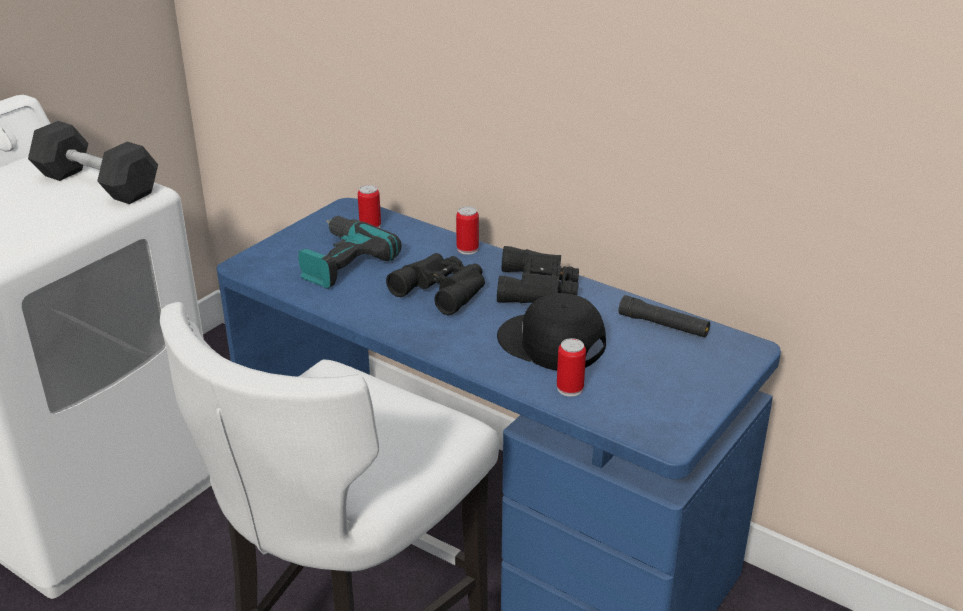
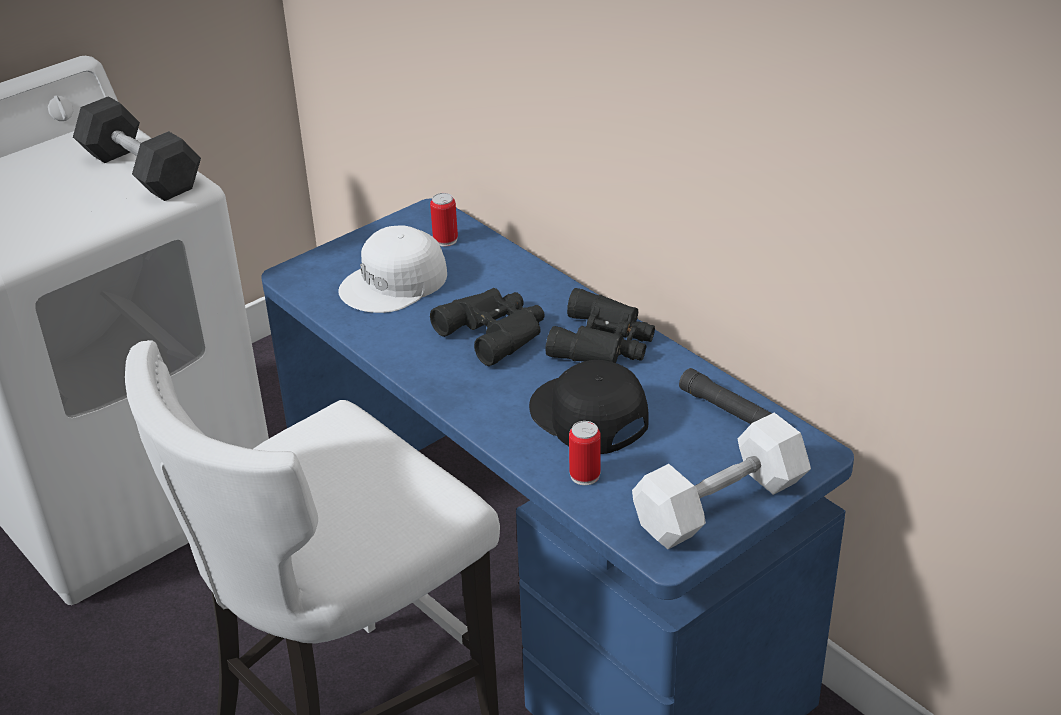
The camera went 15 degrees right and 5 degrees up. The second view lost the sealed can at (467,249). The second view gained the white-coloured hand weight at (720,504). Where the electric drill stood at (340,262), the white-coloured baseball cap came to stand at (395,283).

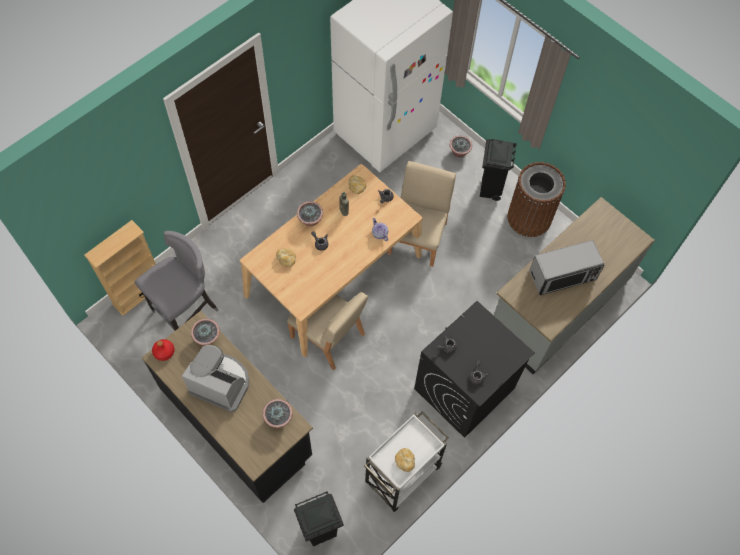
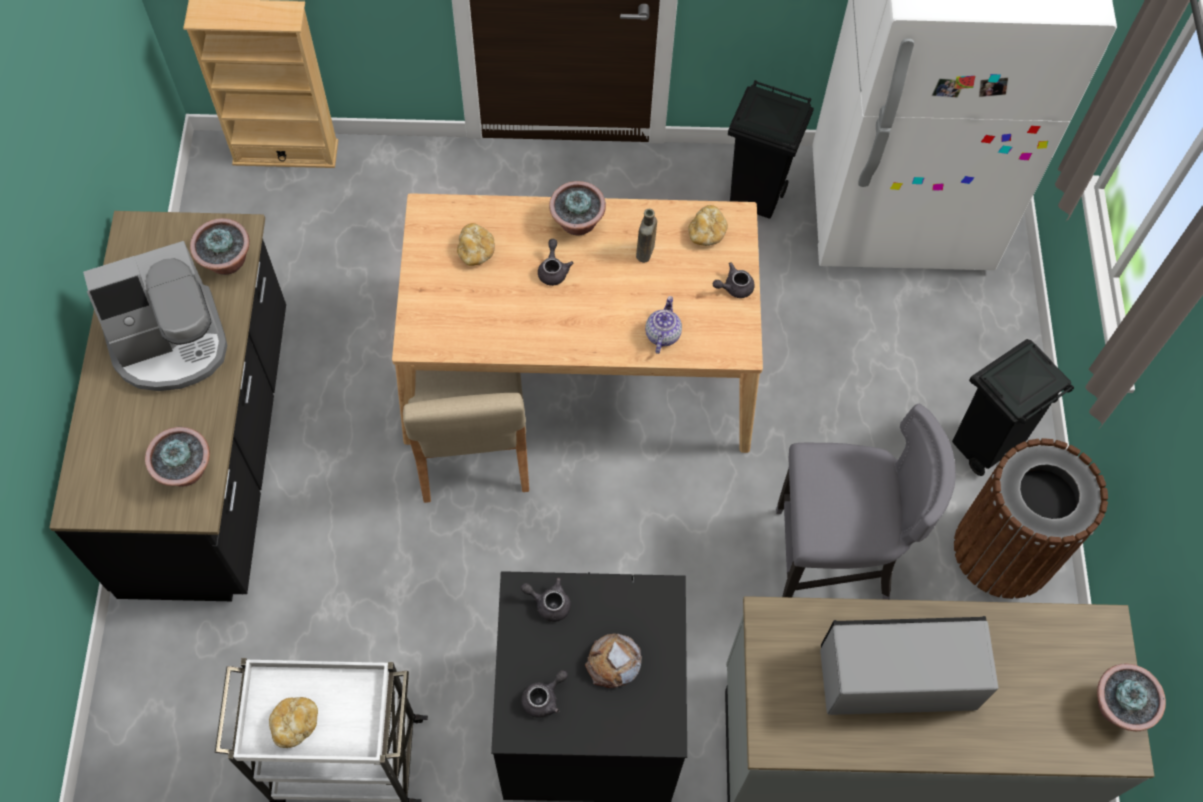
The camera went 45 degrees right and 0 degrees up. The second view lost the reddish beverage bottle at (164,352). The second view lost the sand-coloured chair at (418,237). The second view gained the bread at (613,662). The greyish stool seat ended up elsewhere, having gone from (187,313) to (831,561). The blackish rubbish bin ended up elsewhere, having gone from (321,530) to (757,197). The plant in a pot ended up elsewhere, having gone from (459,152) to (1117,707). The coffee machine at (221,383) ended up facing another way, 90 degrees clockwise from before. The microwave oven at (562,275) ended up facing another way, 150 degrees clockwise from before.

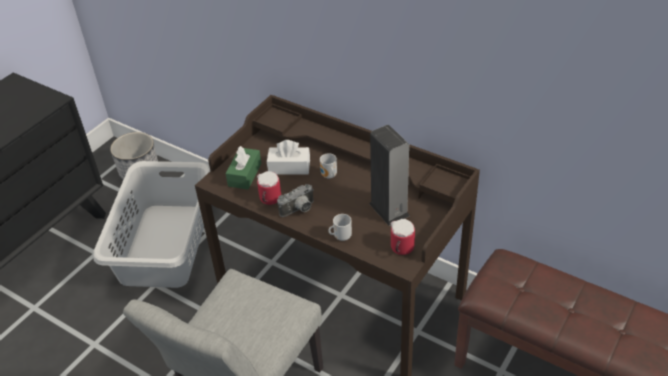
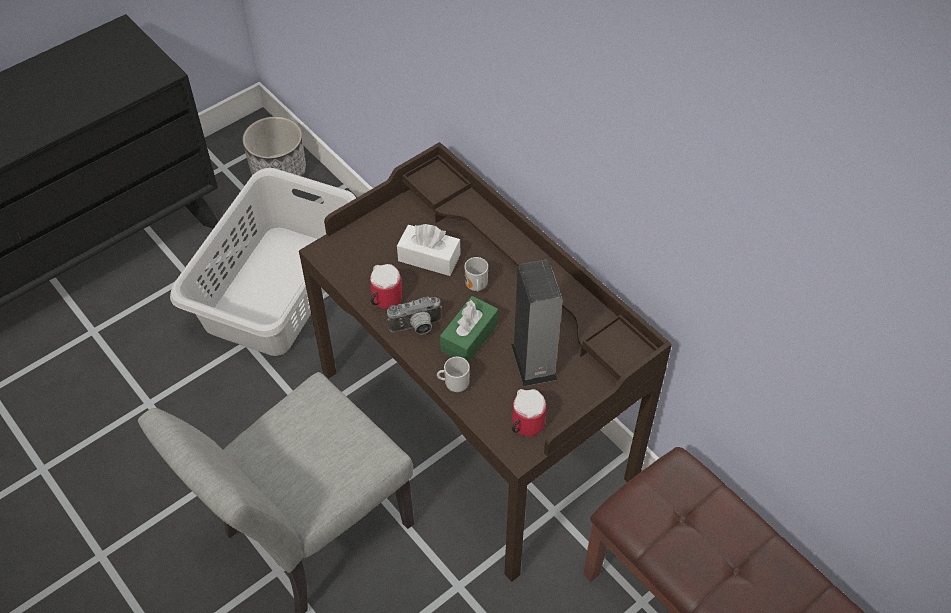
The camera went 15 degrees right and 10 degrees up. The greenish tissue box ended up elsewhere, having gone from (245,174) to (469,337).

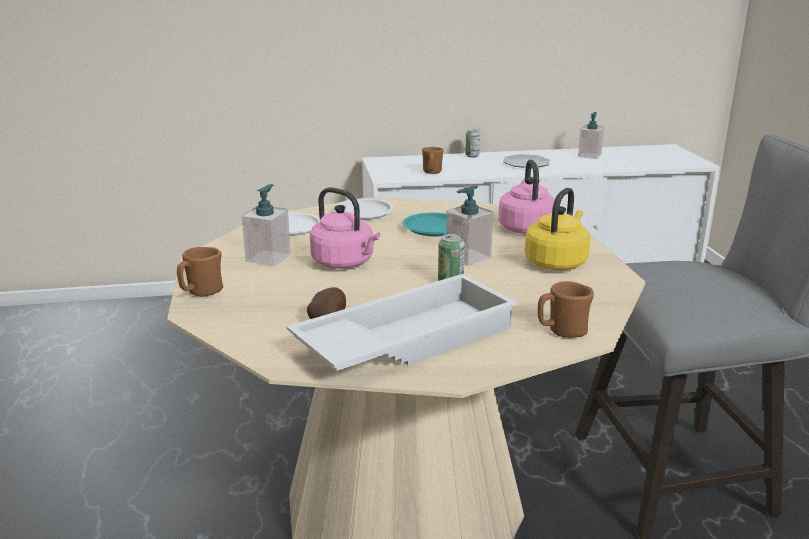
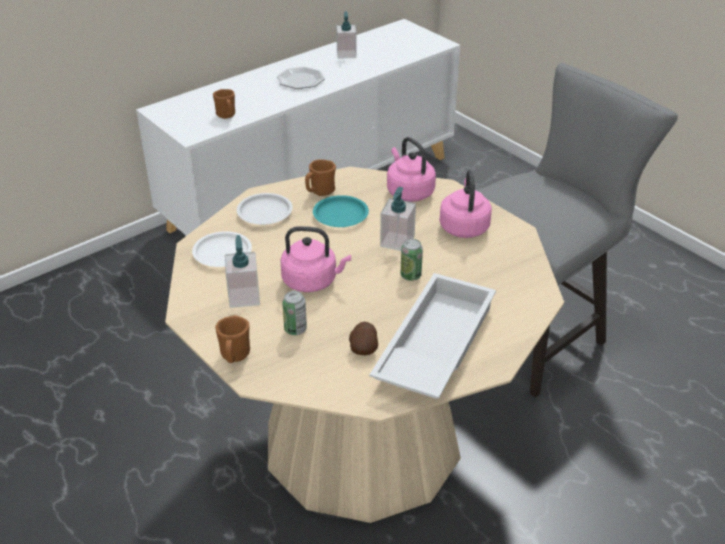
The camera went 30 degrees left and 15 degrees up. The sealed can ended up elsewhere, having gone from (472,156) to (295,329). The brown-coloured mug ended up elsewhere, having gone from (562,332) to (320,192). What was the yellowish kettle at (557,262) turned into the pinkish kettle at (464,226).

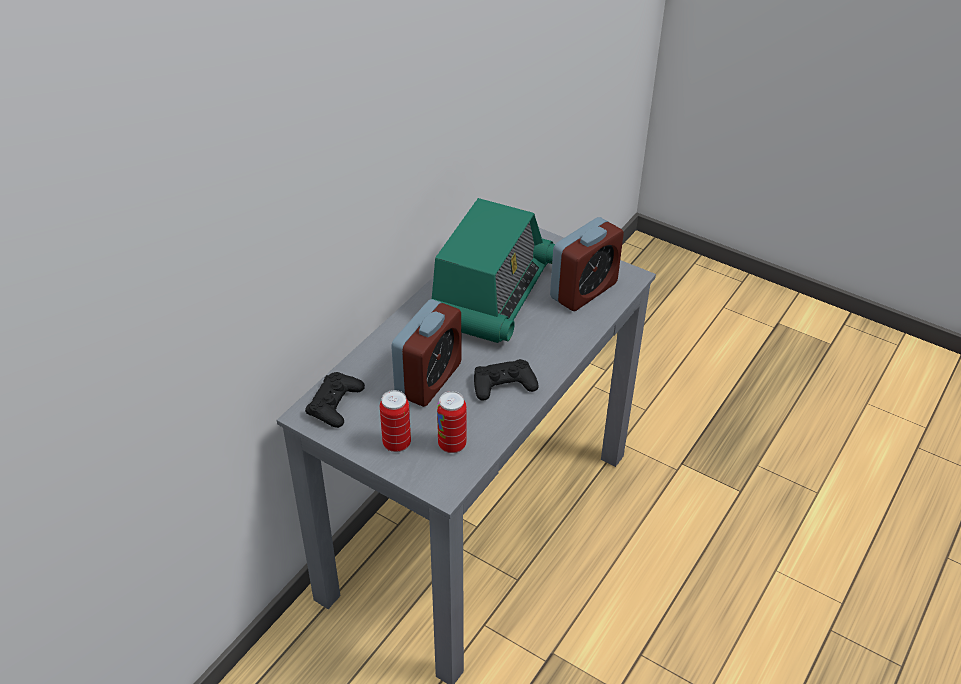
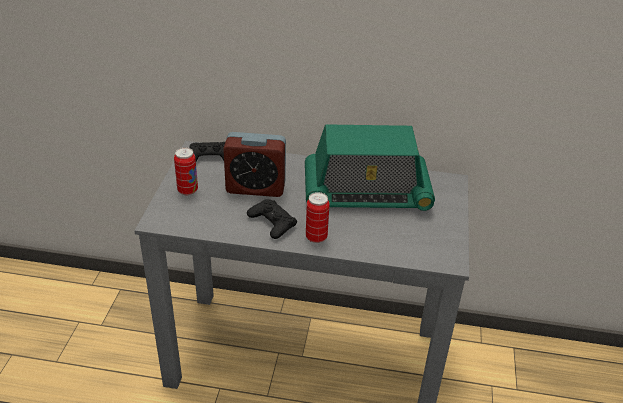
The camera went 65 degrees right and 5 degrees down. The second view lost the bedside clock at (583,290). The sealed can ended up elsewhere, having gone from (452,444) to (316,237).

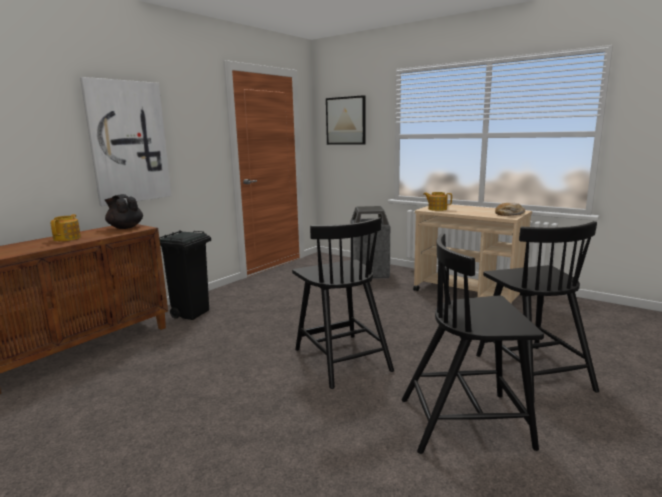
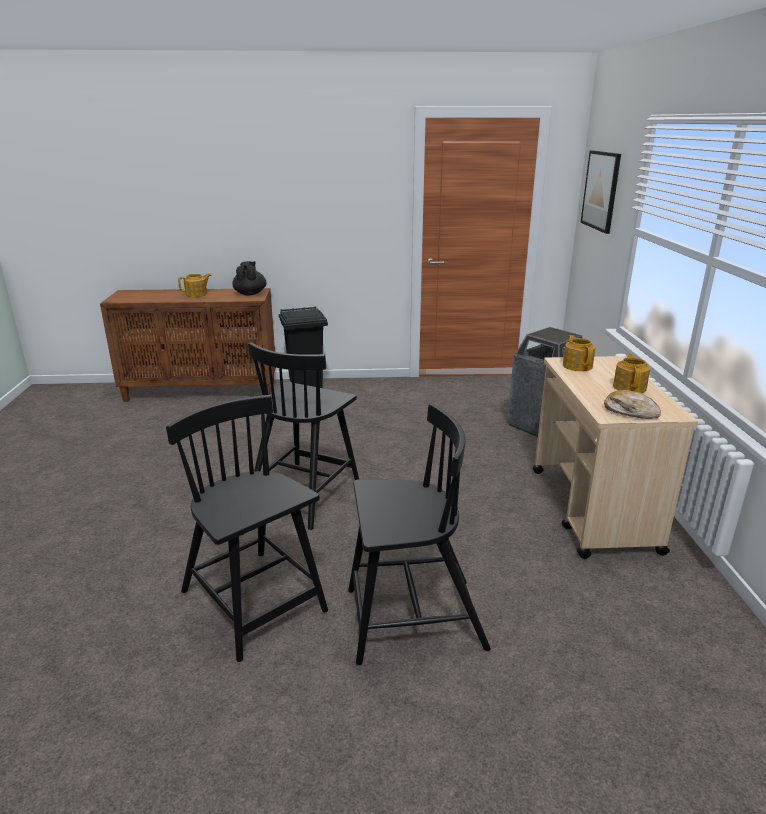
The camera went 50 degrees right and 10 degrees up. The second view lost the wall picture at (128,142). The second view gained the pot for tea at (629,387). The blackish chair at (531,371) ended up facing another way, 135 degrees counterclockwise from before.

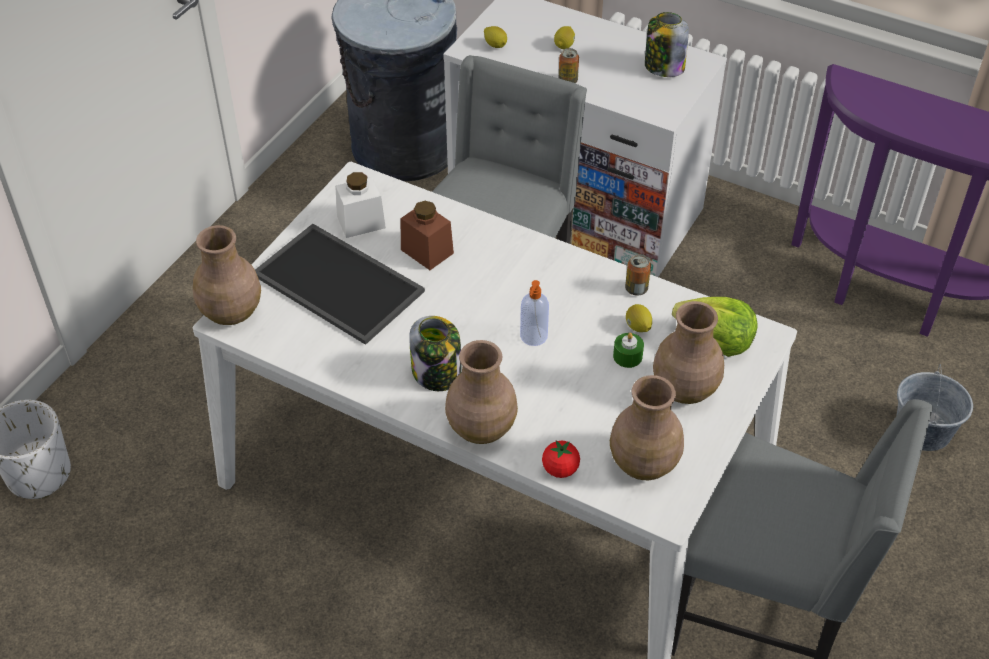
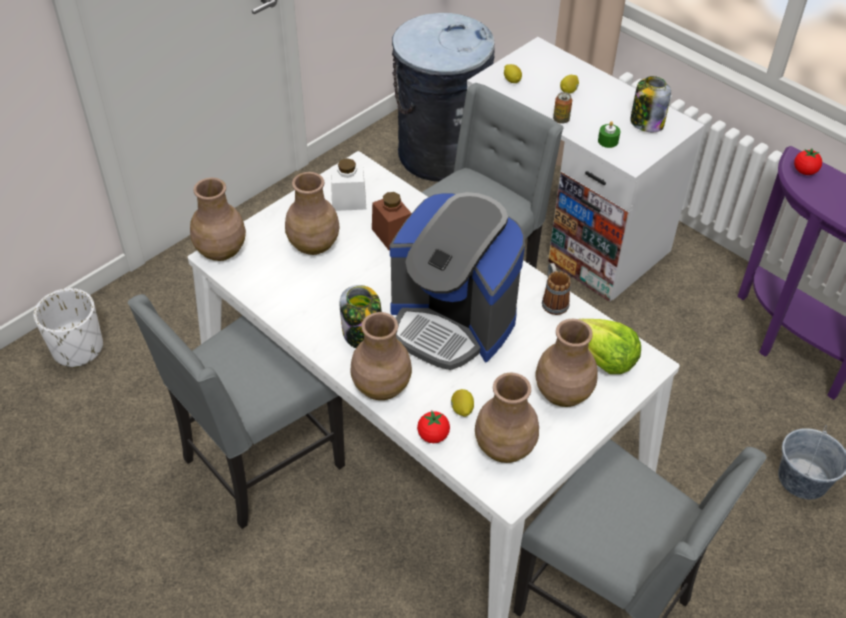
The camera went 15 degrees right and 0 degrees up. The second view gained the greyish chair at (259,463). The second view gained the tomato at (804,171). The greenish wax candle ended up elsewhere, having gone from (627,356) to (608,141). The whole lemon ended up elsewhere, having gone from (638,327) to (462,410). Where the carrying tray stood at (341,282), the brown-coloured vase came to stand at (314,245). Where the soap dispenser stood at (533,337), the coffee machine came to stand at (452,322). Where the sealed can stood at (636,289), the mug came to stand at (553,301).

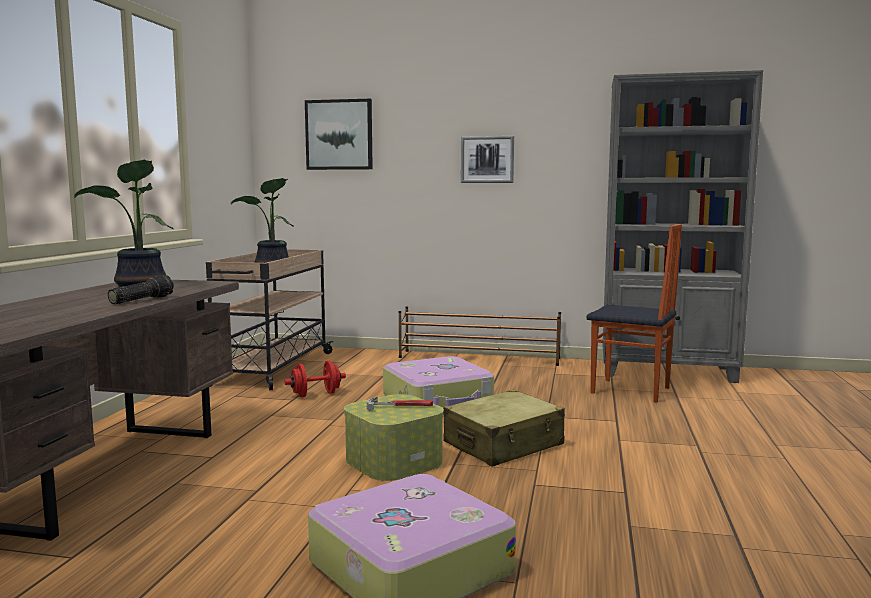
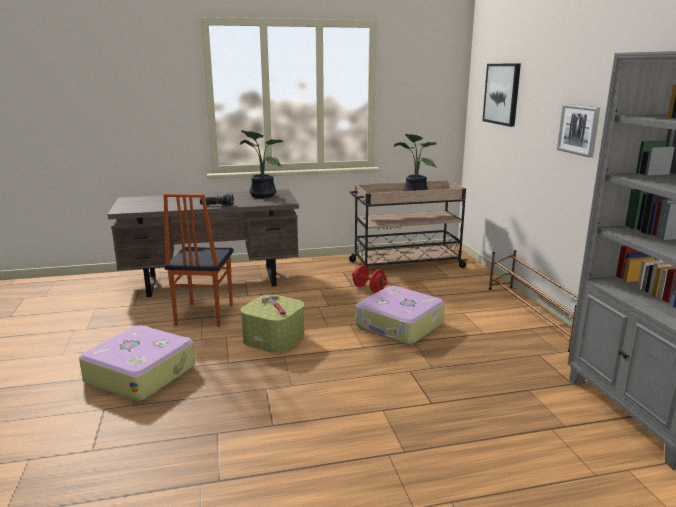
The camera went 65 degrees right and 10 degrees up. The second view lost the sand-coloured piece of luggage at (503,444). The chair ended up elsewhere, having gone from (630,391) to (203,315).

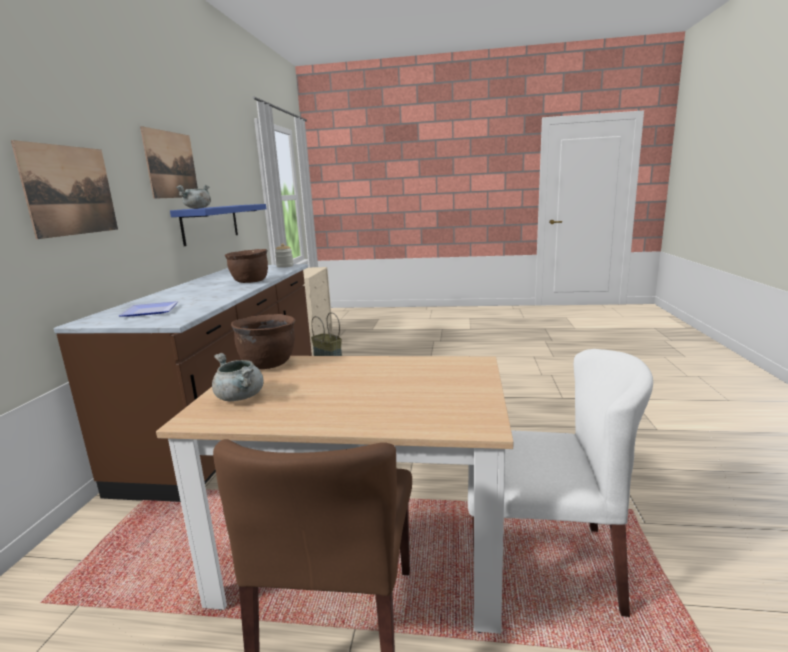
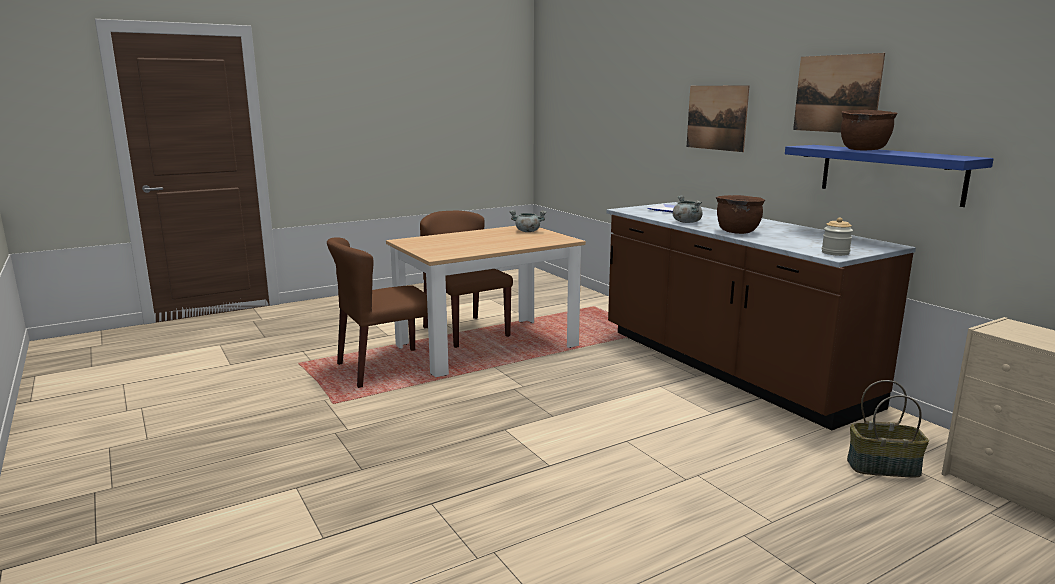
The camera went 140 degrees right and 0 degrees up. The greyish stockpot ended up elsewhere, having gone from (197,208) to (686,222). The brown-coloured stockpot ended up elsewhere, having gone from (268,364) to (864,150). What was the white-coloured chair at (542,562) turned into the brown-coloured chair at (387,367).

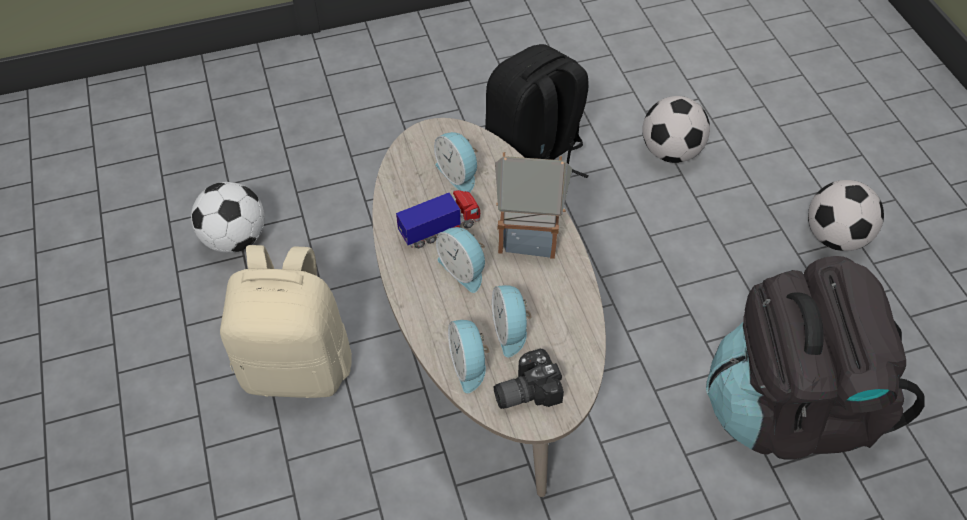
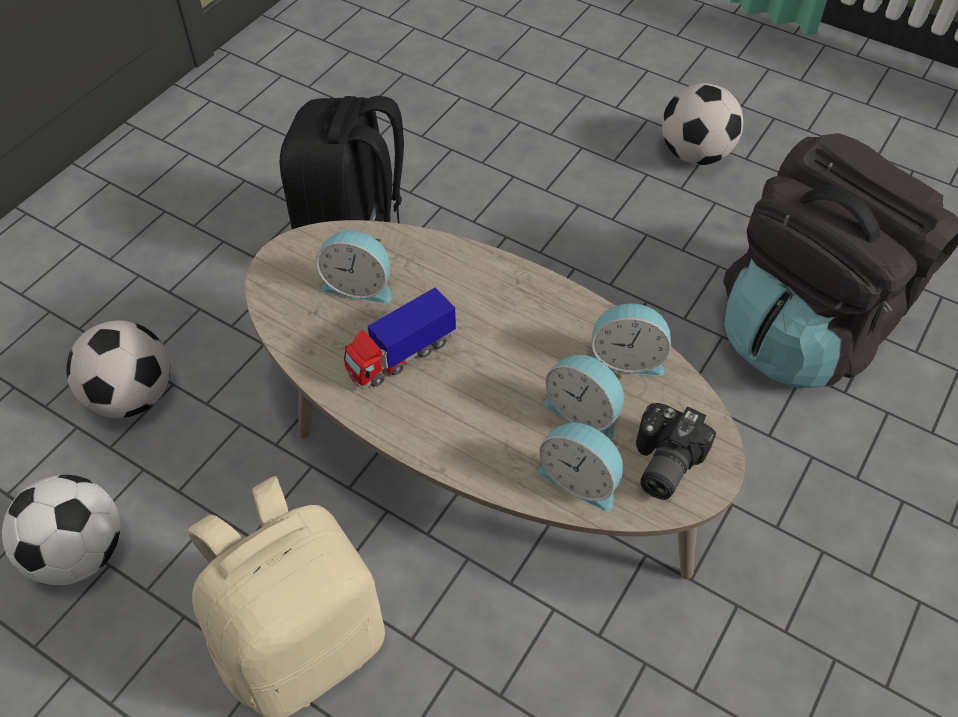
The camera went 40 degrees left and 0 degrees up. The second view lost the toy house at (530,233). The bedside clock ended up elsewhere, having gone from (463,269) to (626,357). The football ball ended up elsewhere, having gone from (671,152) to (133,396). The toy lorry at (440,229) ended up facing another way, 150 degrees counterclockwise from before.

